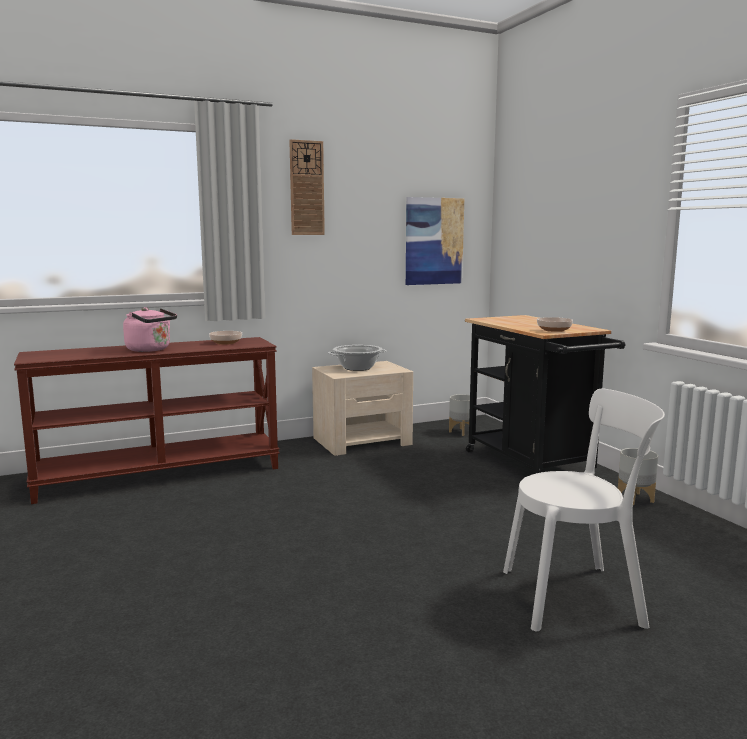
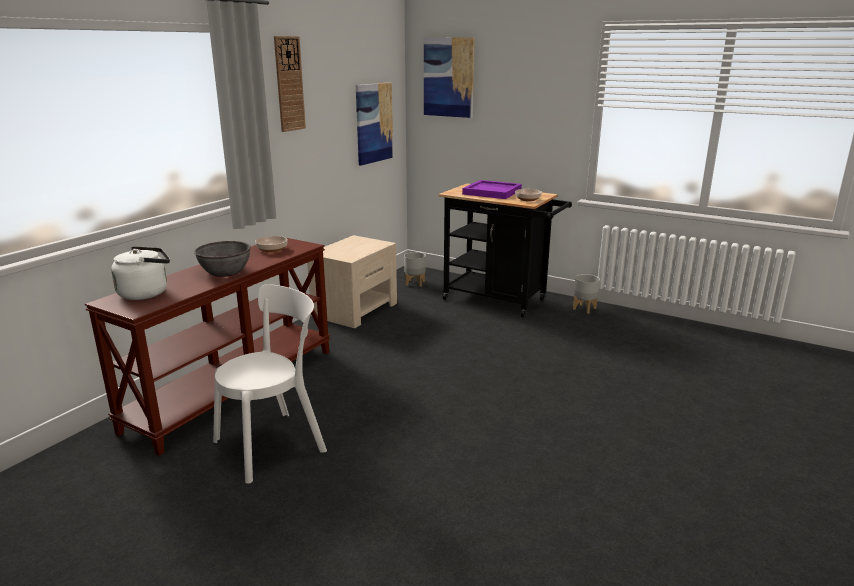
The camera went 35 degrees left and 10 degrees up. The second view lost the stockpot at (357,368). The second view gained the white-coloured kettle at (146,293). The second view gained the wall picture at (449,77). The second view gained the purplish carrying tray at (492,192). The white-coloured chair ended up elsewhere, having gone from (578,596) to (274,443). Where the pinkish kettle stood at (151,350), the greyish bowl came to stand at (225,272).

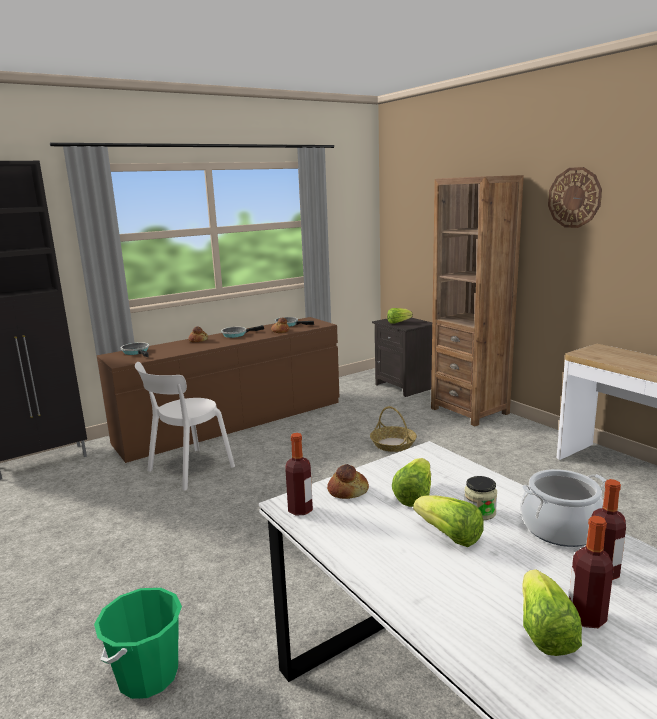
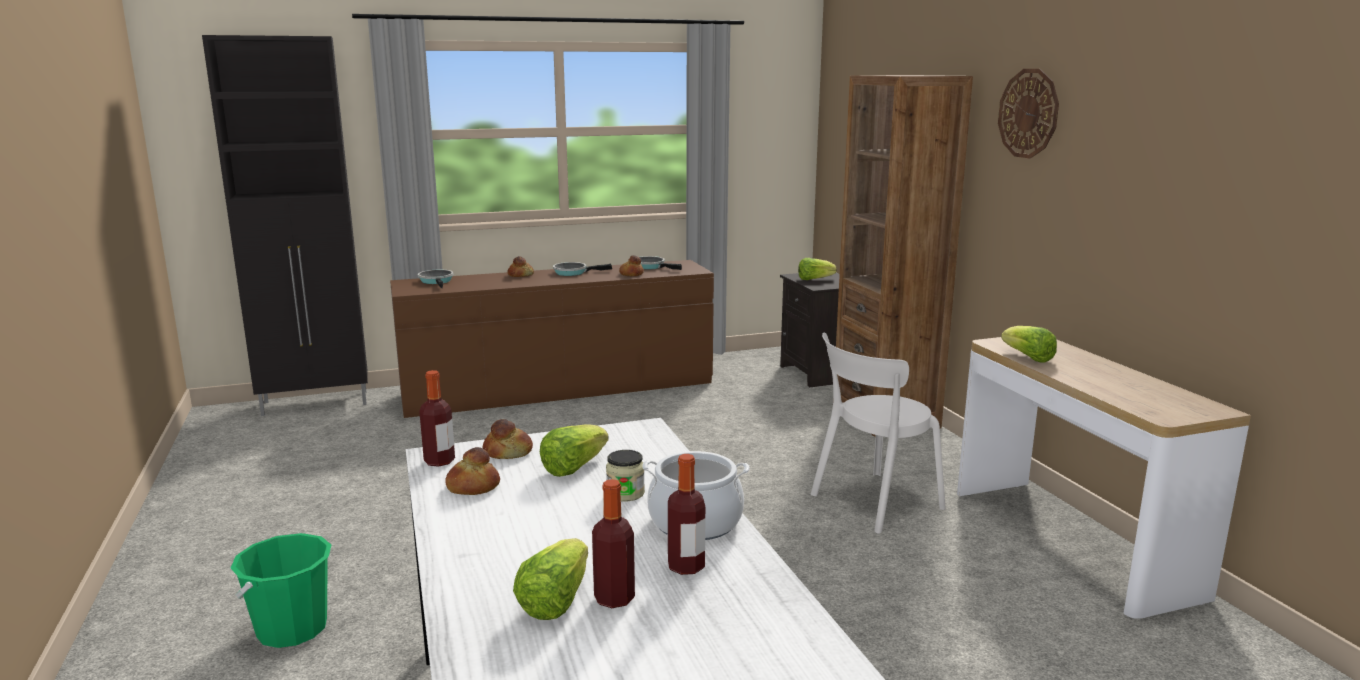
The camera went 15 degrees right and 0 degrees up. The second view lost the storage basket at (392,444). The second view gained the bread at (472,487). The white-coloured chair ended up elsewhere, having gone from (187,470) to (872,503). The lettuce ended up elsewhere, having gone from (449,536) to (1028,358).

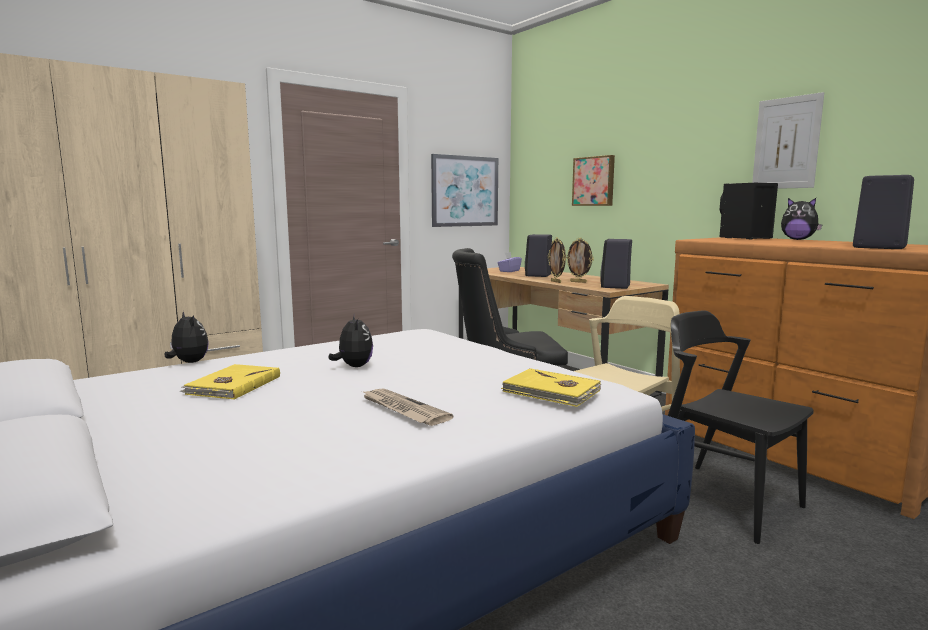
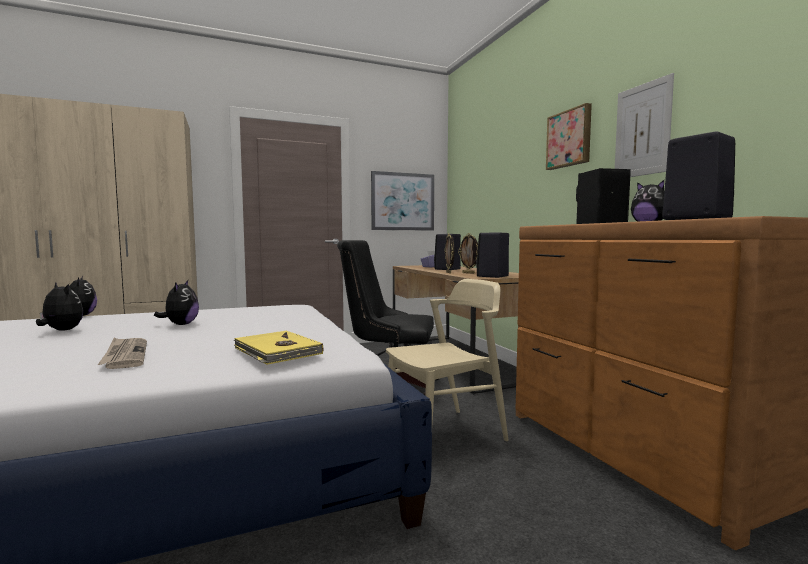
The camera went 15 degrees right and 5 degrees down. The second view lost the blackish chair at (723,500). The wall picture ended up elsewhere, having gone from (594,181) to (569,139). Where the yellowish bound book stood at (232,385), the soft toy came to stand at (61,330).

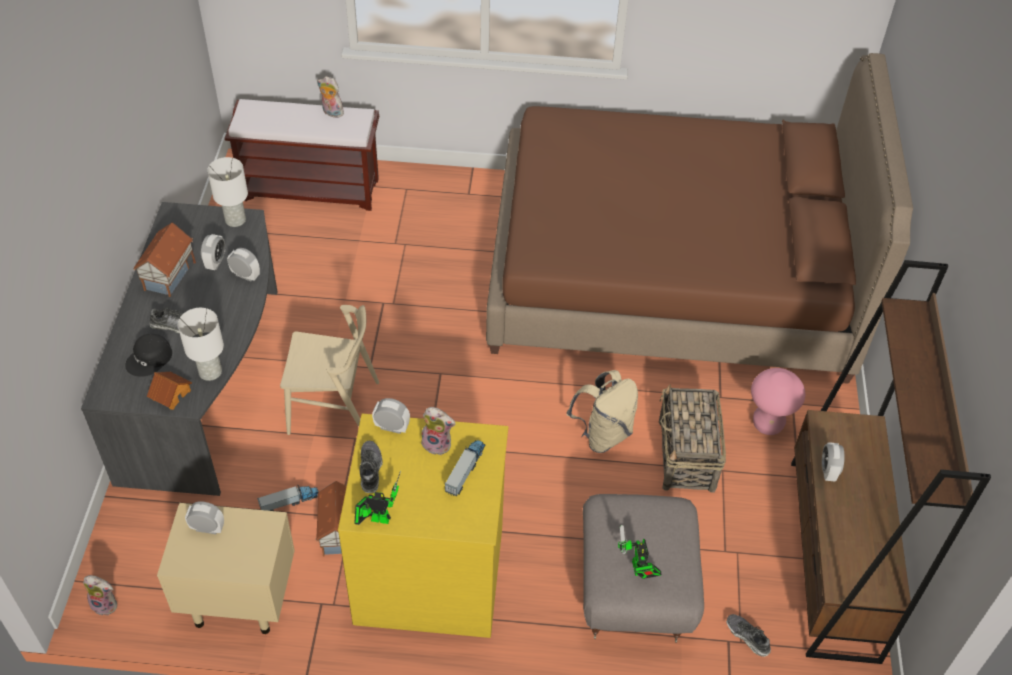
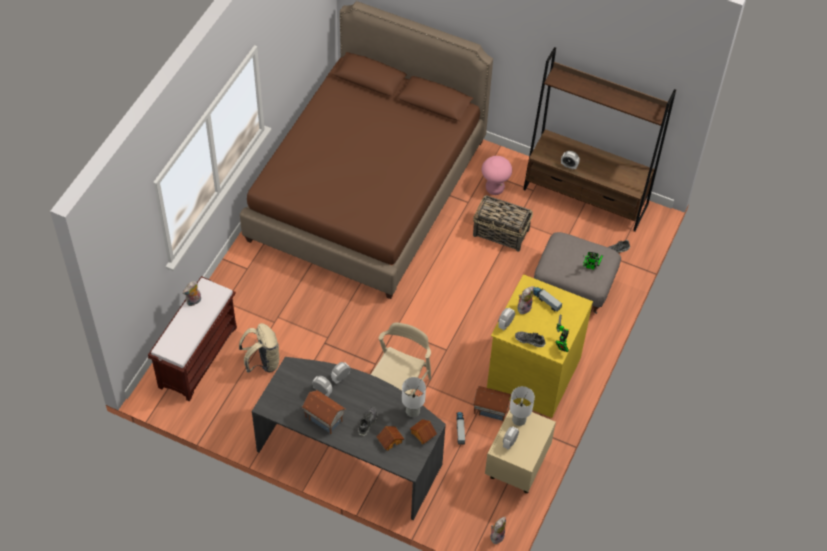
The camera went 70 degrees left and 5 degrees up. The white-coloured lamp for a table ended up elsewhere, having gone from (235,219) to (518,420). The sand-coloured knapsack ended up elsewhere, having gone from (603,434) to (262,362). Where the blackish baseball cap stood at (150,359), the toy house came to stand at (390,440).

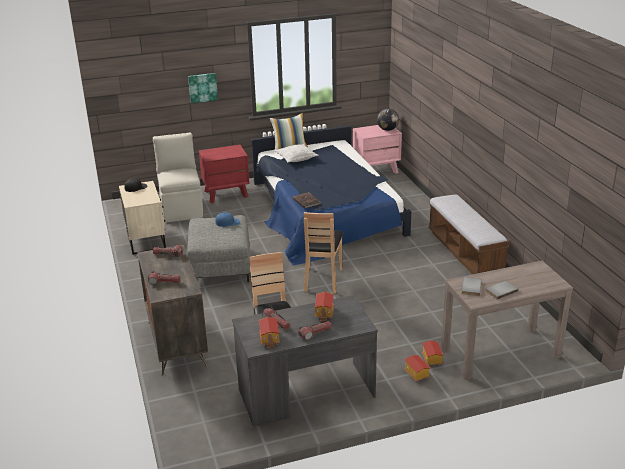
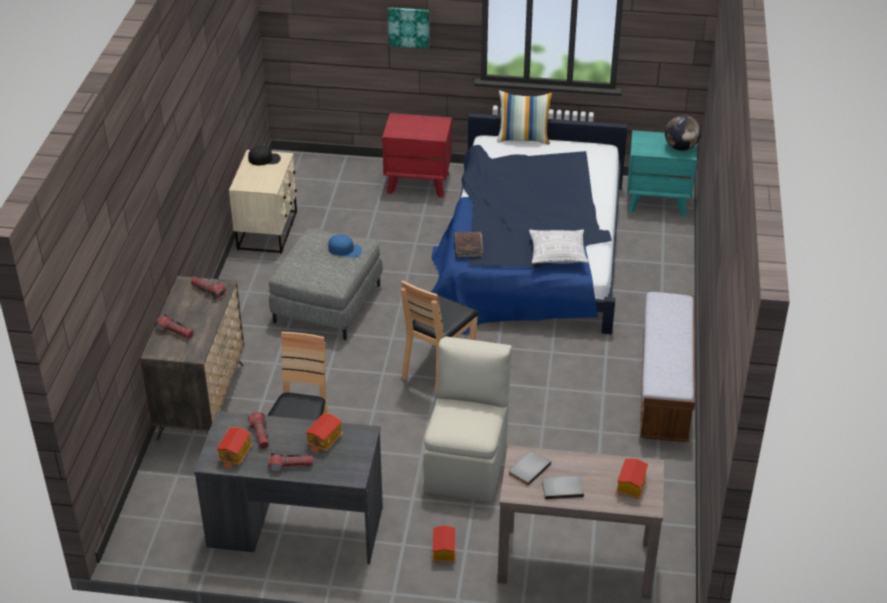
The camera went 25 degrees right and 10 degrees up. The sand-coloured chair ended up elsewhere, having gone from (181,208) to (467,464). The throw pillow ended up elsewhere, having gone from (296,158) to (558,254). The toy house ended up elsewhere, having gone from (431,360) to (630,486). What was the pinkish nightstand at (376,170) turned into the turquoise nightstand at (658,201).

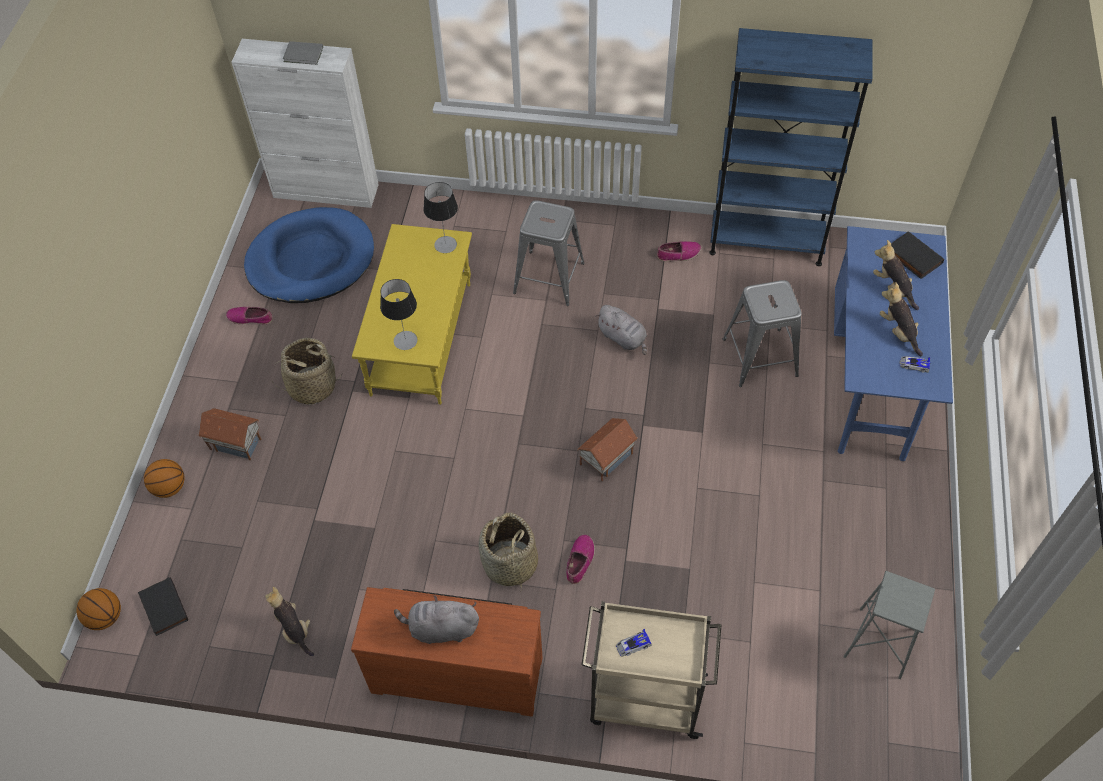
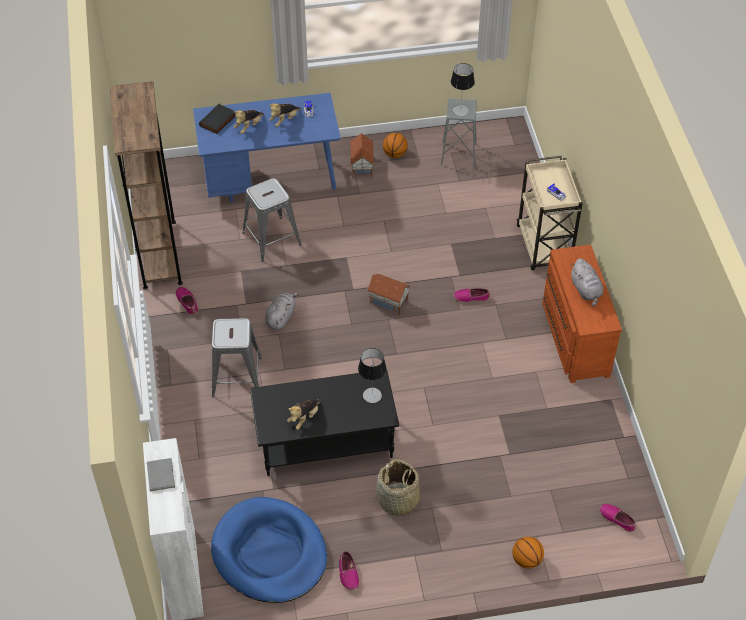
The camera went 110 degrees left and 5 degrees down. The second view lost the storage basket at (510,564). The basketball ended up elsewhere, having gone from (105,617) to (395,154). The toy house ended up elsewhere, having gone from (236,442) to (361,167). The soft toy ended up elsewhere, having gone from (294,629) to (304,418). The lamp for a table ended up elsewhere, having gone from (445,244) to (460,110). Where the blackish bound book stood at (162,608), the low shoe came to stand at (617,519). What was the yellowish lounge table at (423,339) turned into the blackish lounge table at (326,441). What was the blue bookcase at (766,242) turned into the brown-coloured bookcase at (159,254).

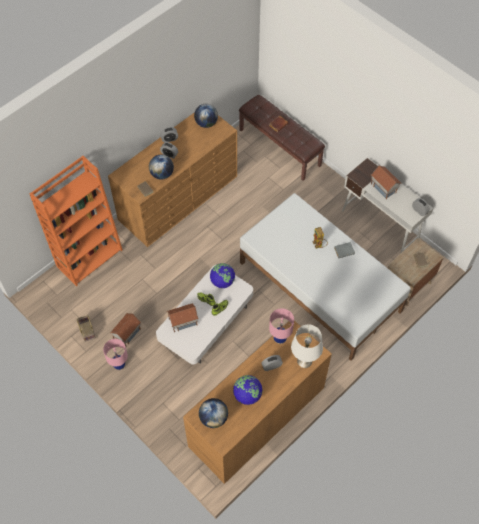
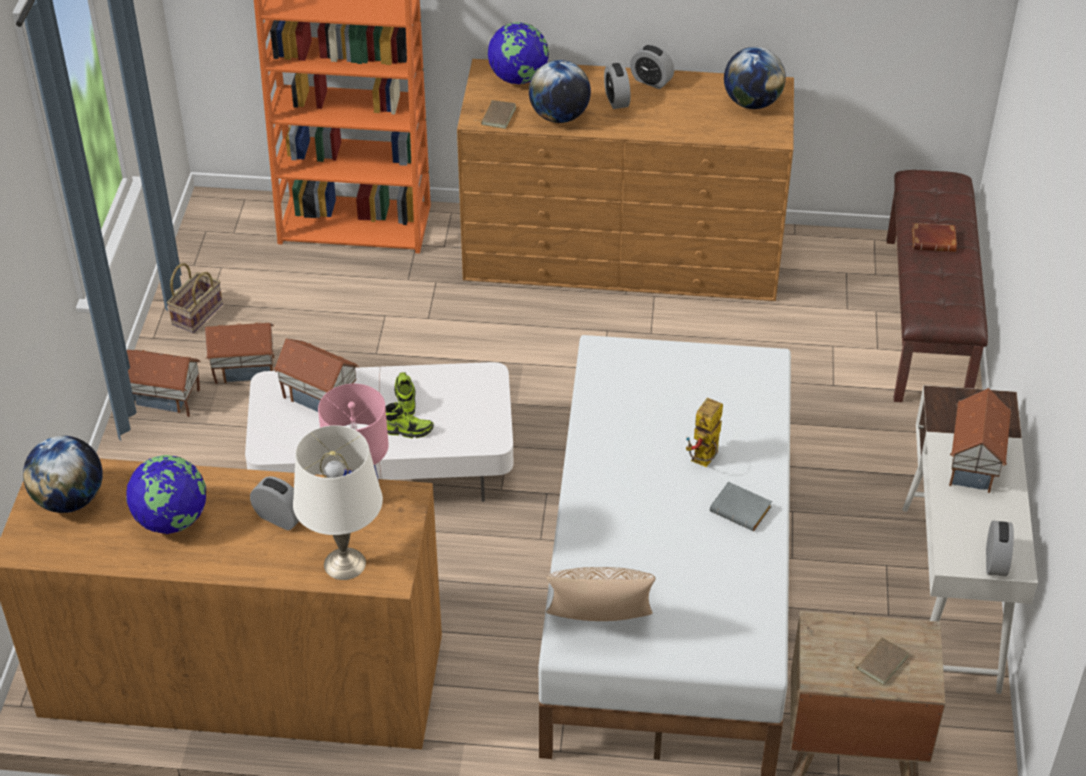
The camera went 50 degrees right and 15 degrees down. The second view gained the throw pillow at (599,627). The desk globe ended up elsewhere, having gone from (222,281) to (518,78). Where the pinkish lamp for a table stood at (119,365), the toy house came to stand at (166,399).

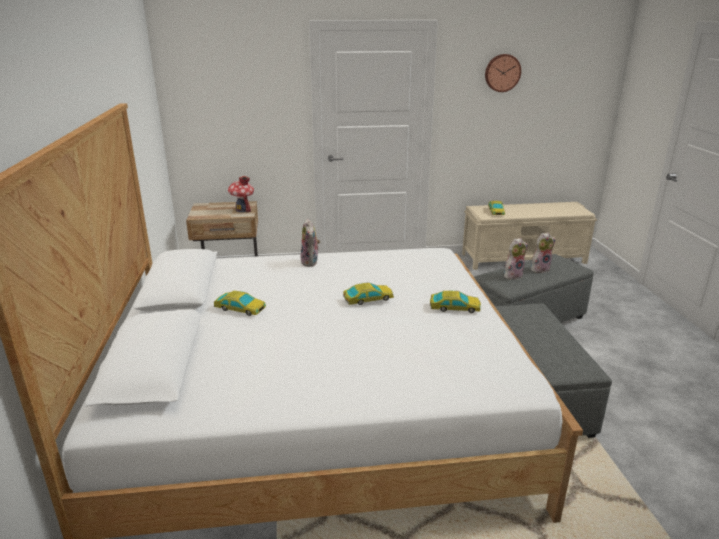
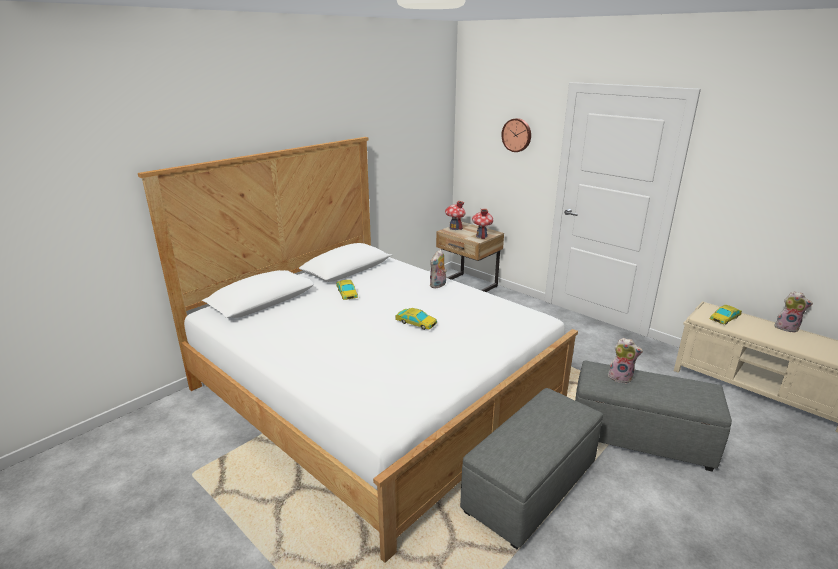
The camera went 50 degrees right and 0 degrees up. The second view lost the miniature car at (454,307). The second view gained the toy house at (454,228). The clock on the wall ended up elsewhere, having gone from (502,73) to (517,135). The soft toy ended up elsewhere, having gone from (540,269) to (787,328).

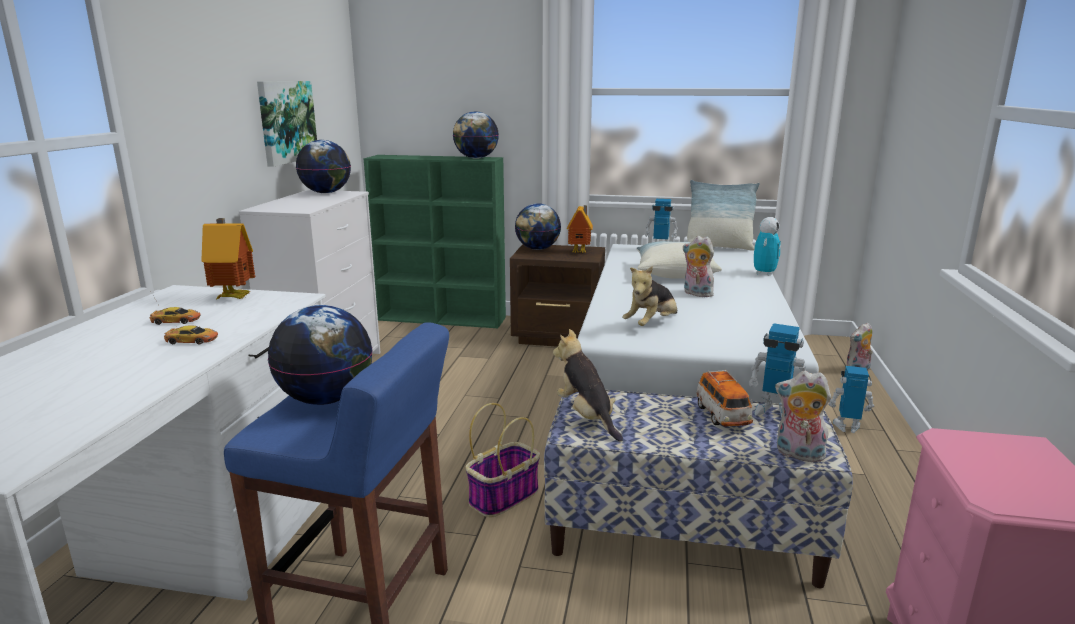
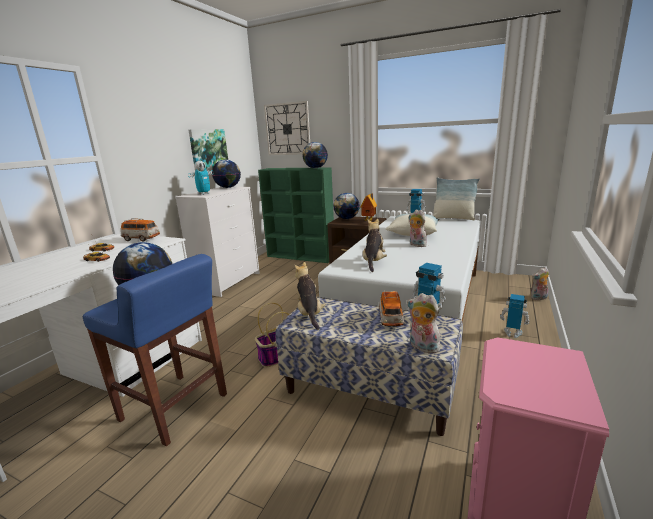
The camera went 15 degrees right and 0 degrees up. The second view gained the clock on the wall at (287,129). The model robot ended up elsewhere, having gone from (764,273) to (204,193). Where the toy house stood at (234,297), the miniature car came to stand at (141,239). The soft toy at (651,324) ended up facing another way, 135 degrees clockwise from before.

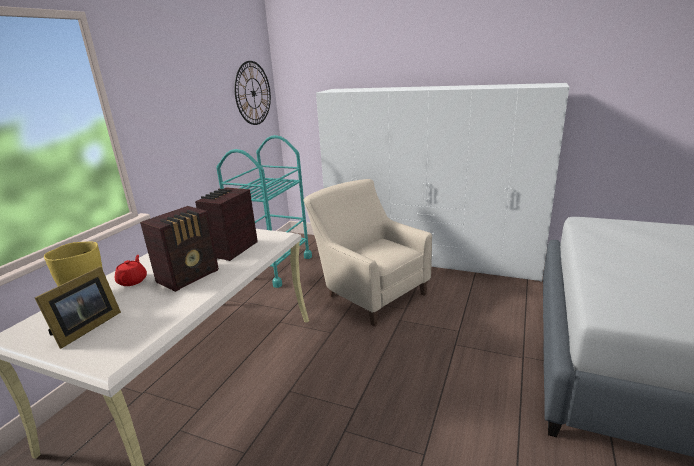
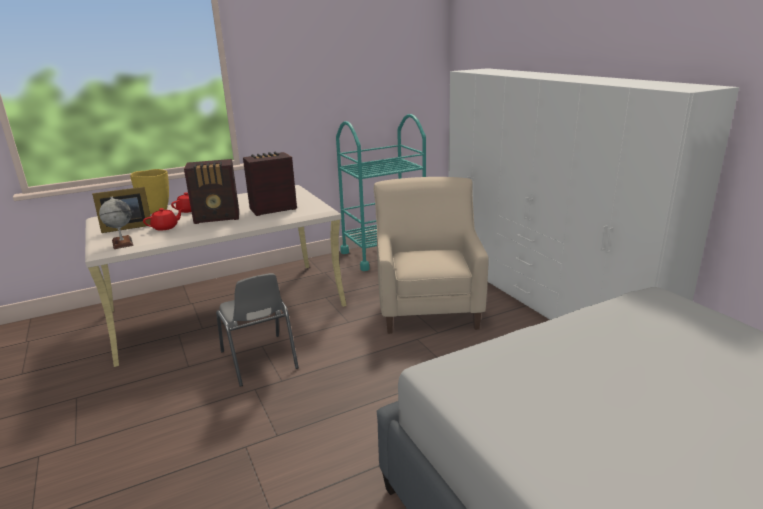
The camera went 40 degrees right and 0 degrees up. The second view lost the clock on the wall at (253,93). The second view gained the desk globe at (122,243). The second view gained the reddish pot for tea at (166,227). The second view gained the greyish chair at (259,360).

